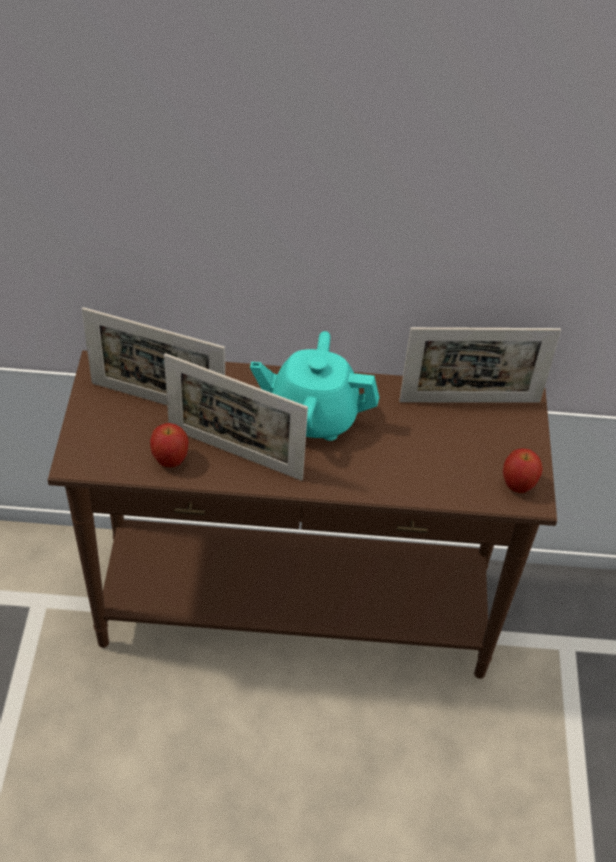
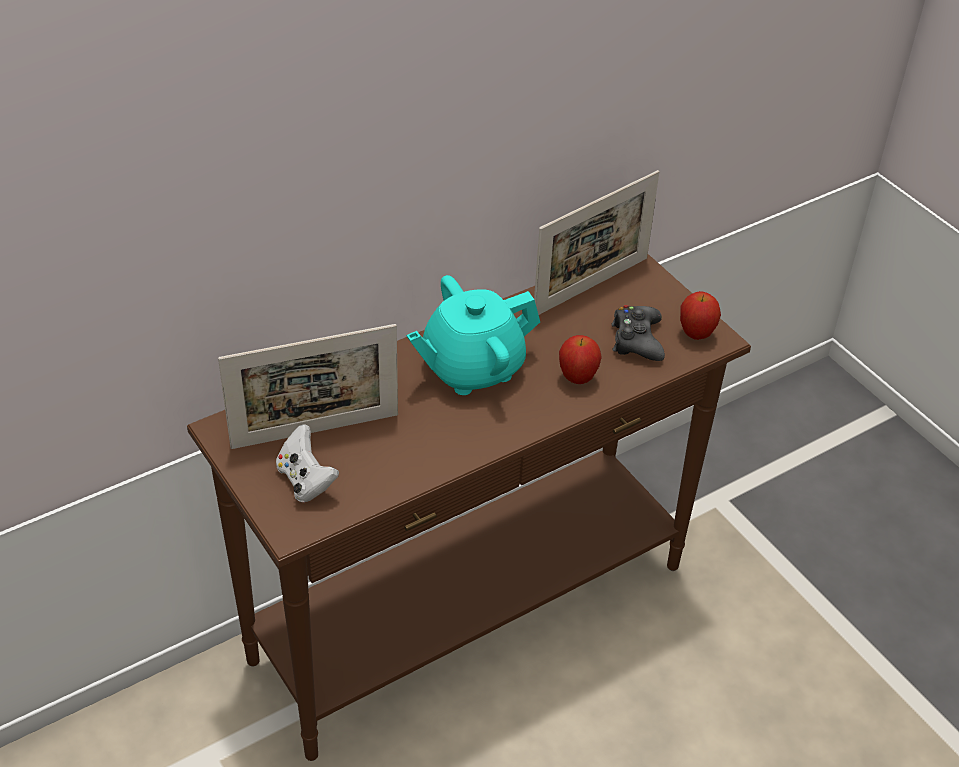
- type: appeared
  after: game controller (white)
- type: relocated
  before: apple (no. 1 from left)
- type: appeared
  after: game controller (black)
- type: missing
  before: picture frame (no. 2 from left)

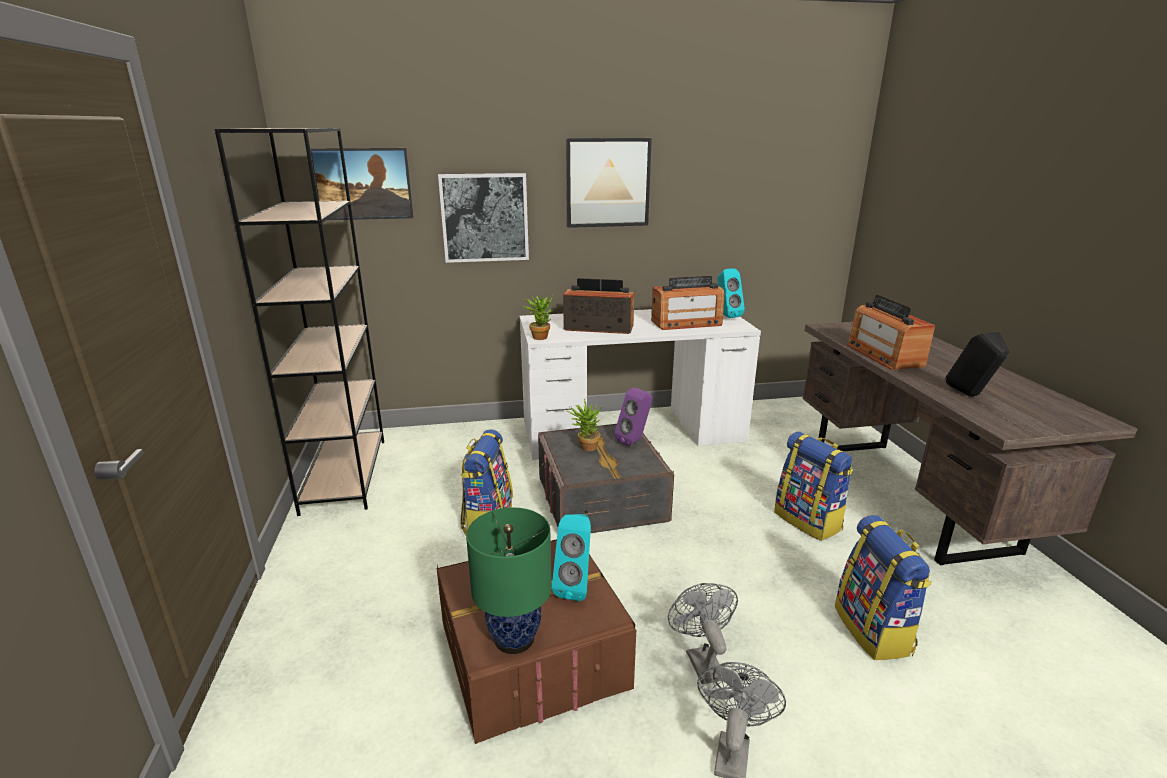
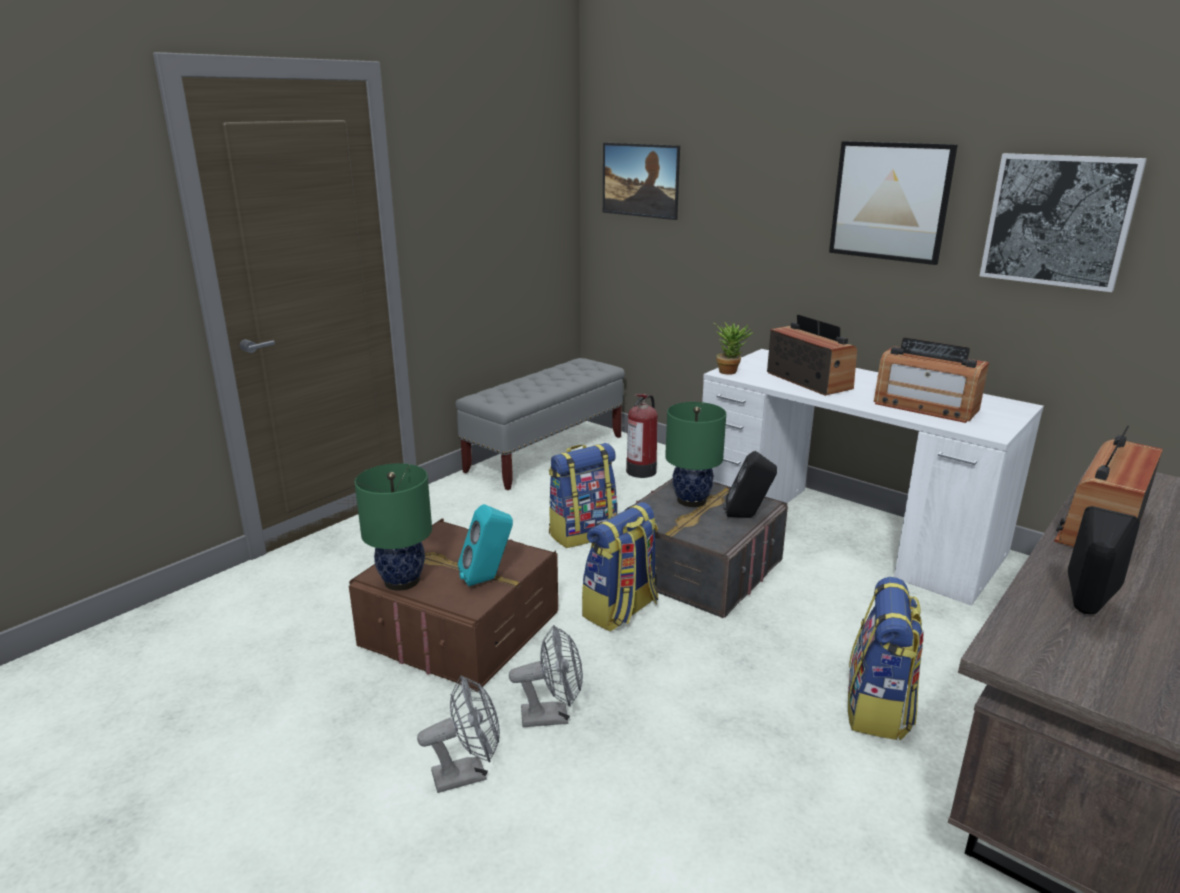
- type: exchanged
  before: bookcase (beige)
  after: bench (grey)
- type: spun
  before: fan (grey) (no. 1 from left in the first image)
  turn: 45
- type: relocated
  before: backpack (no. 3 from left in the first image)
  after: backpack (no. 2 from left)
- type: appeared
  after: fire extinguisher
- type: exchanged
  before: potted plant (no. 2 from left)
  after: table lamp (green) (no. 2 from left)
- type: colour
  before: speaker (purple)
  after: speaker (black) (no. 1 from left)
- type: relocated
  before: picture (no. 2 from left in the first image)
  after: picture (no. 3 from left)
- type: missing
  before: speaker (turquoise) (no. 2 from left)

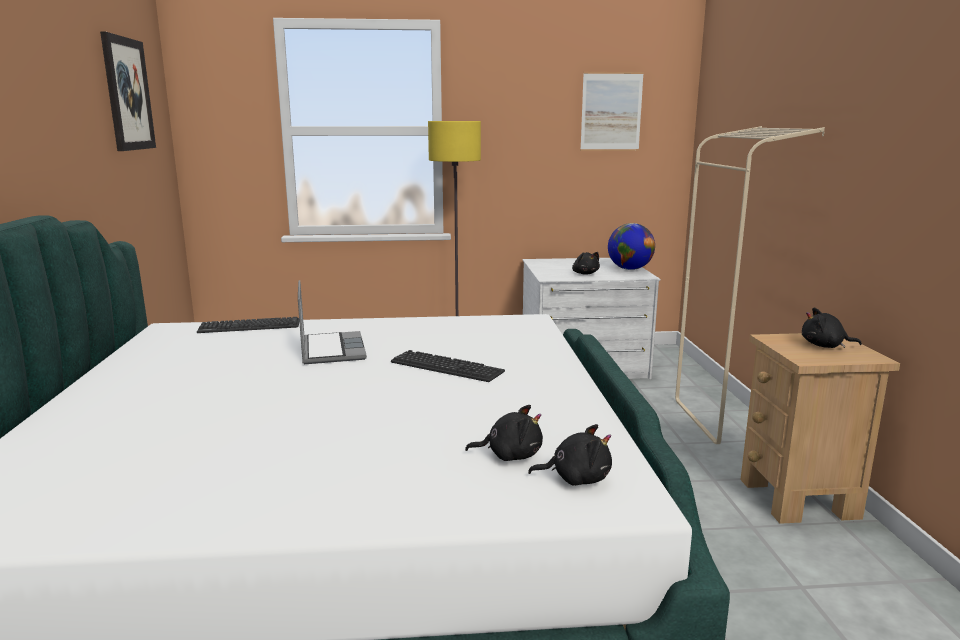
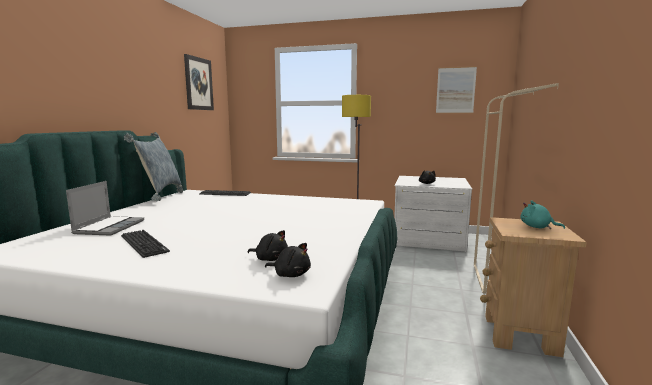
- type: relocated
  before: laptop
- type: relocated
  before: keyboard (no. 2 from left in the first image)
  after: keyboard (no. 1 from left)
- type: appeared
  after: pillow
- type: colour
  before: plush toy (black) (no. 4 from left)
  after: plush toy (turquoise)
- type: missing
  before: globe

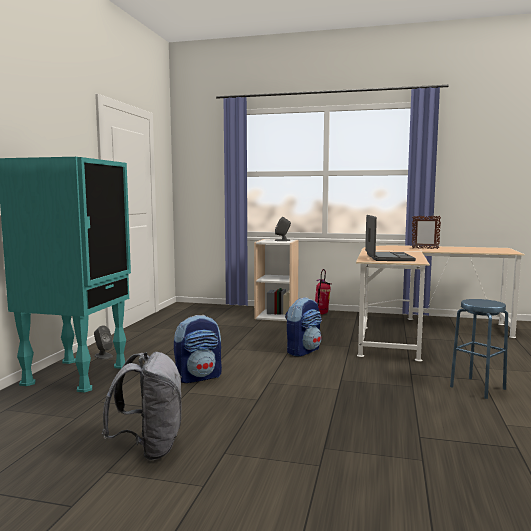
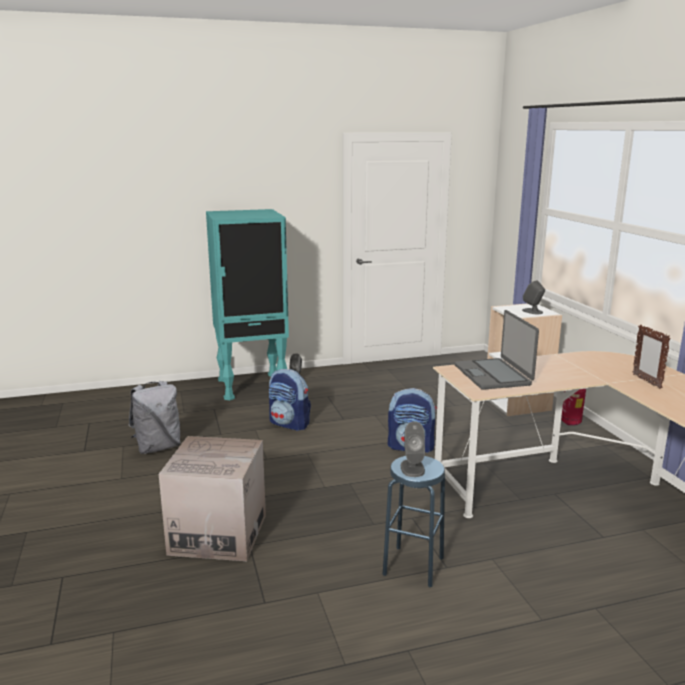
- type: appeared
  after: cardboard box
- type: appeared
  after: speaker (grey) (no. 2 from left)
- type: spun
  before: laptop
  turn: 105

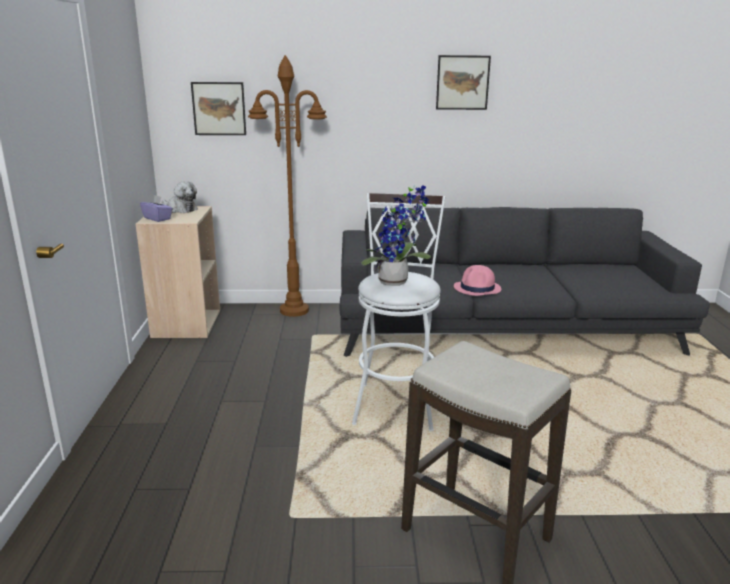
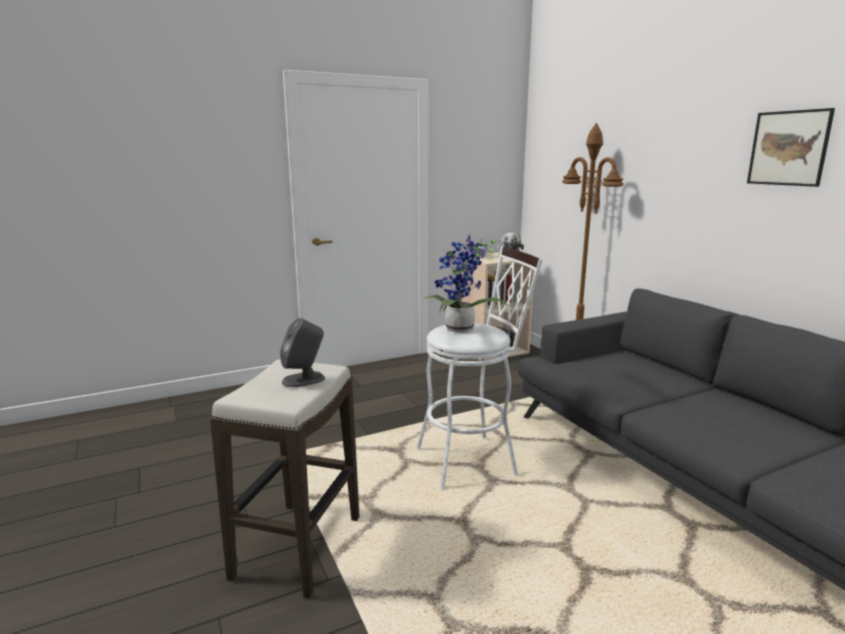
- type: appeared
  after: speaker (grey)
- type: missing
  before: picture (no. 1 from left)
- type: missing
  before: hat (pink)

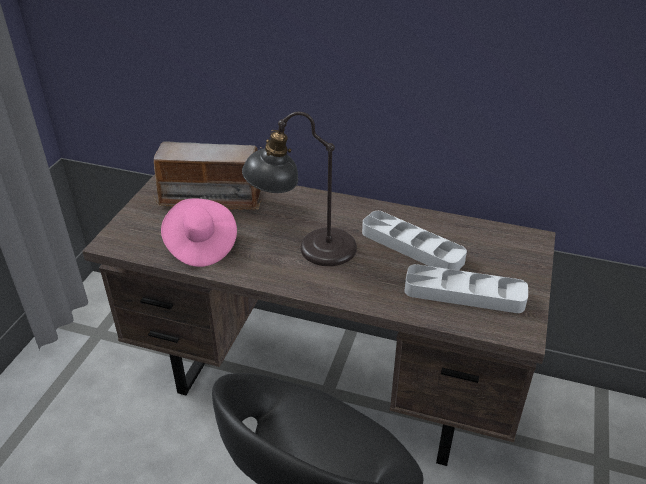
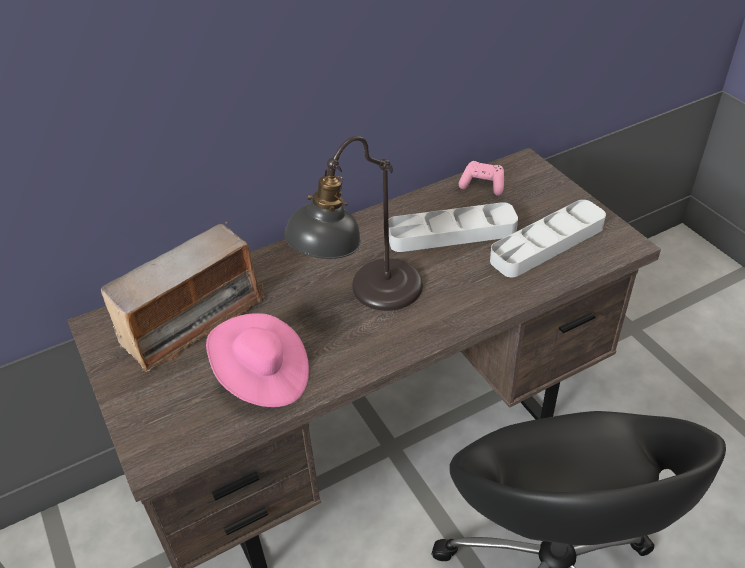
- type: appeared
  after: game controller (pink)

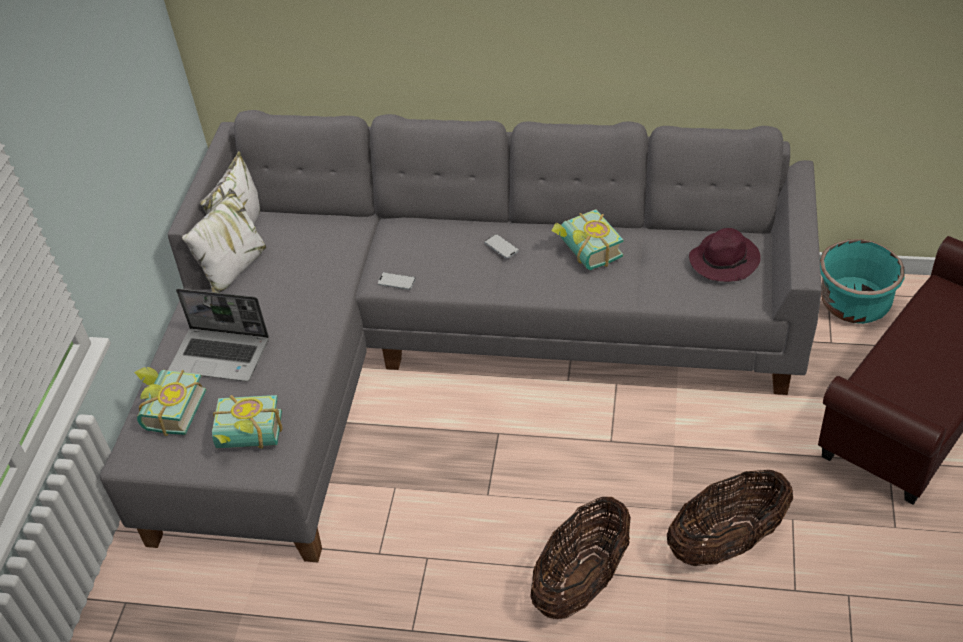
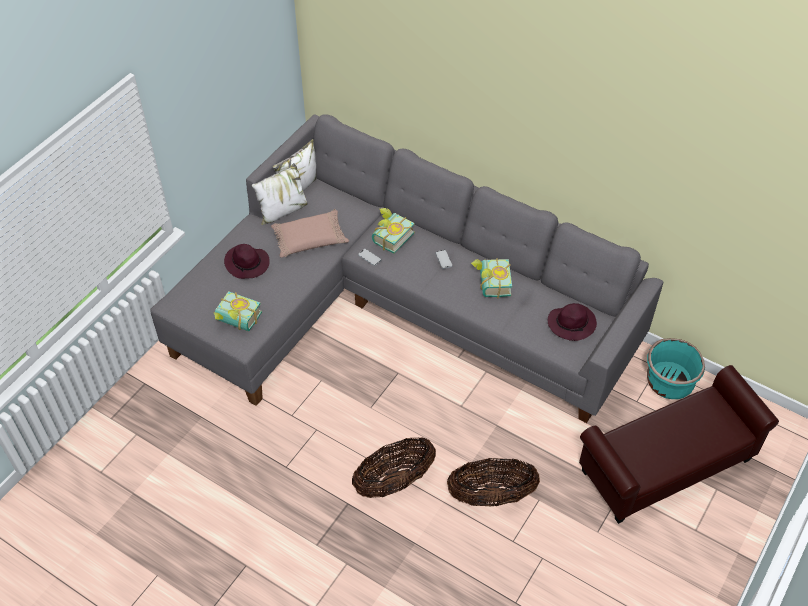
- type: exchanged
  before: laptop
  after: hat (purple) (no. 1 from left)
- type: appeared
  after: pillow (beige)
- type: relocated
  before: book (no. 1 from left in the first image)
  after: book (no. 2 from left)

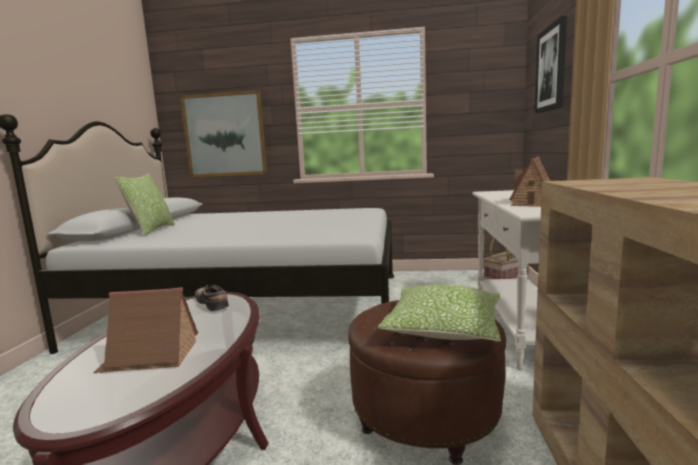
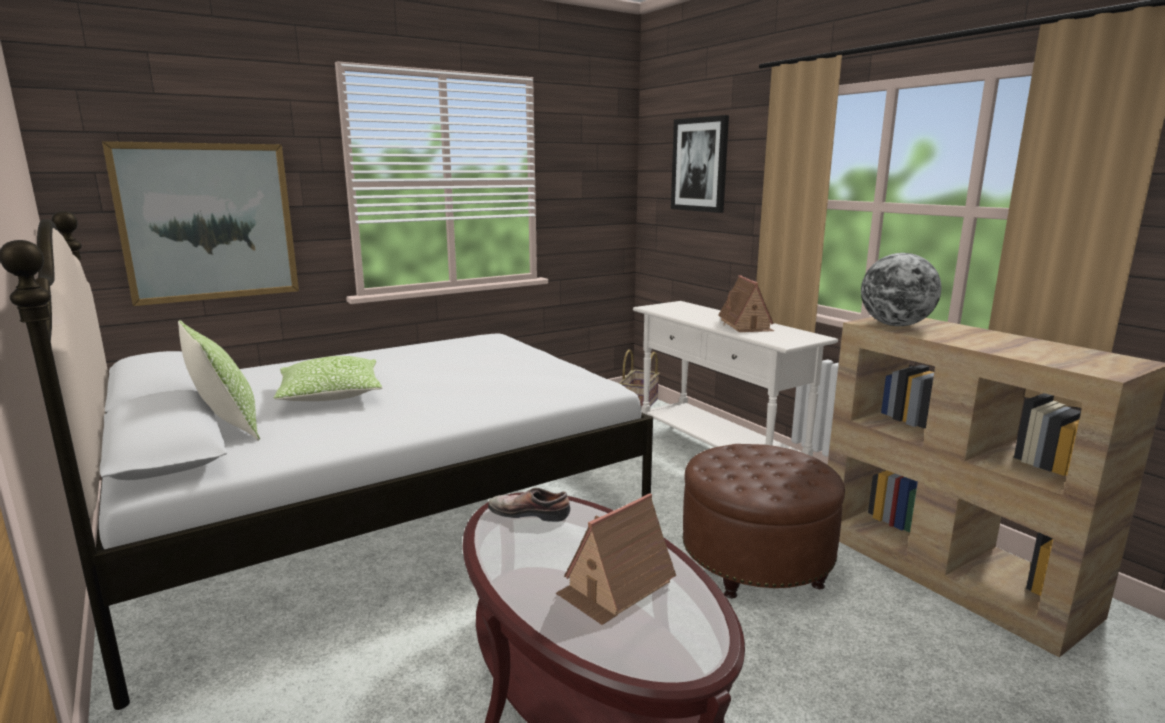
- type: relocated
  before: pillow (no. 2 from left)
- type: appeared
  after: globe

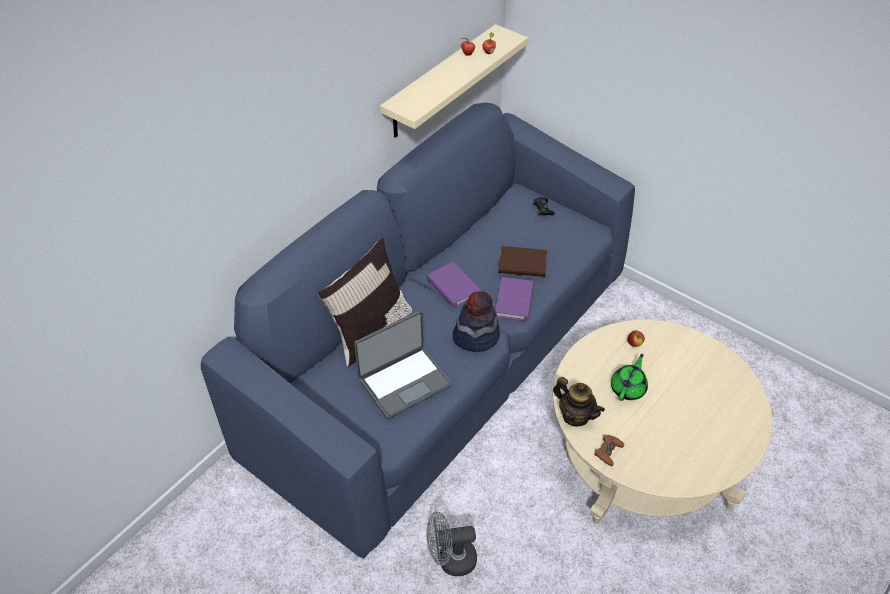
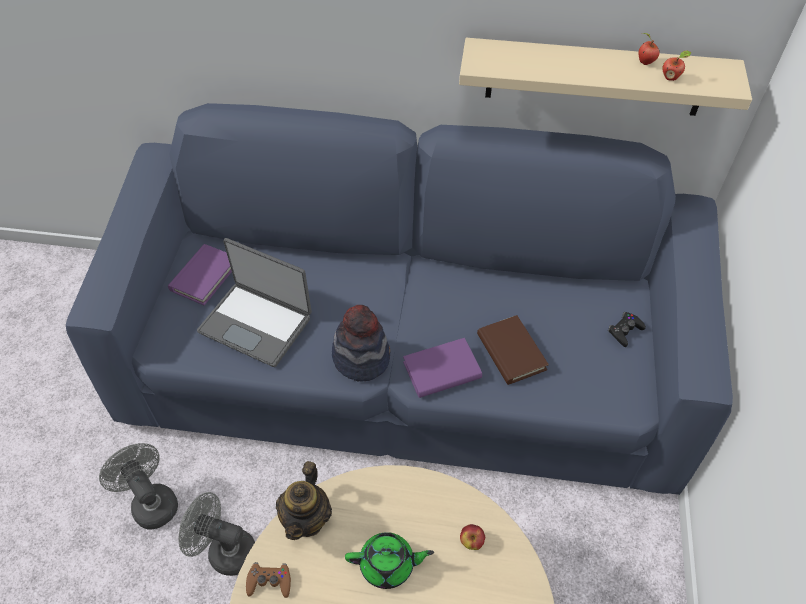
- type: relocated
  before: book (purple) (no. 1 from left)
- type: appeared
  after: fan (grey) (no. 2 from left)
- type: missing
  before: pillow

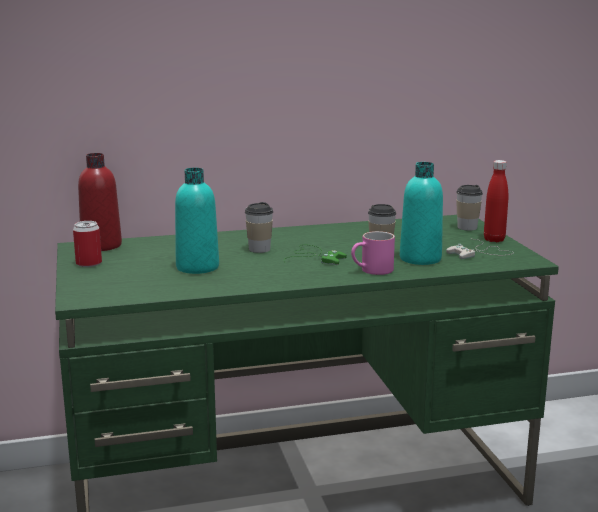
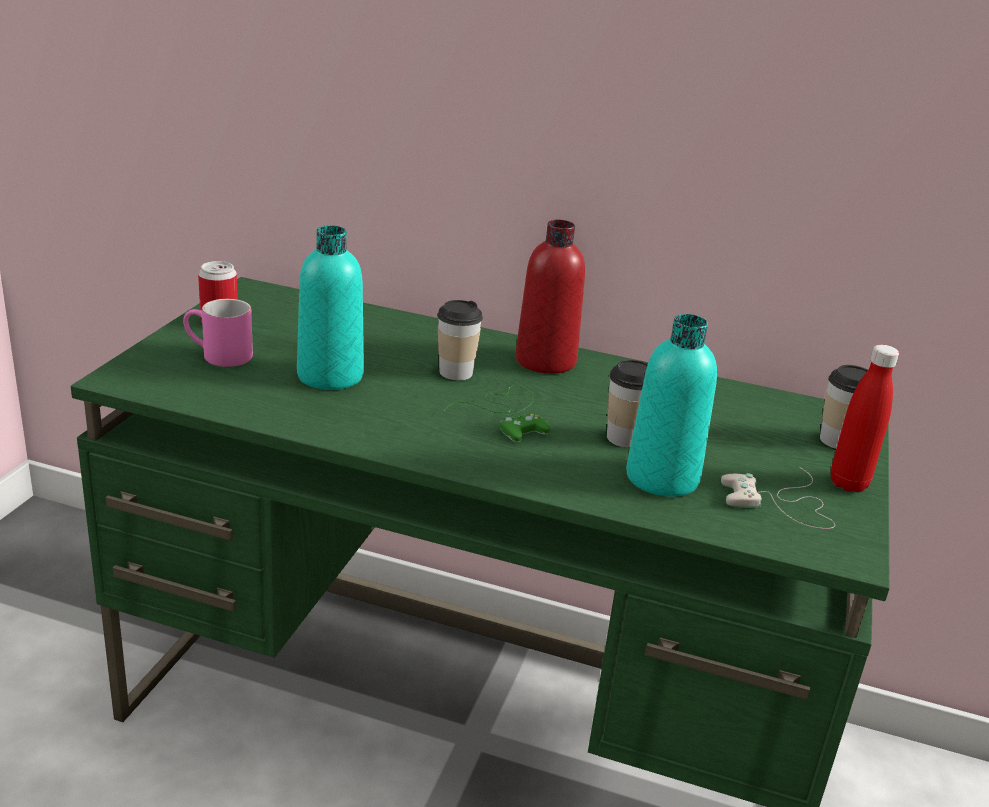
- type: relocated
  before: mug (pink)
- type: relocated
  before: bottle (red) (no. 1 from left)

